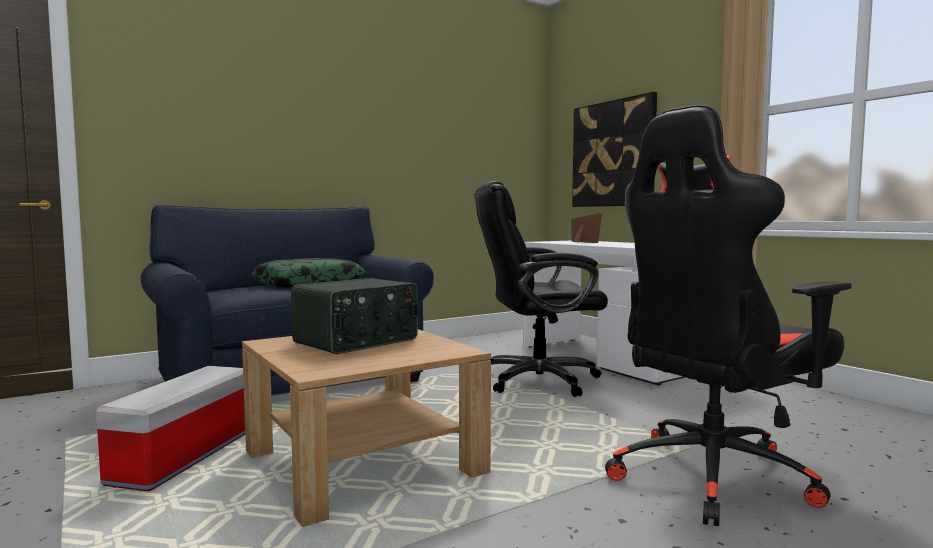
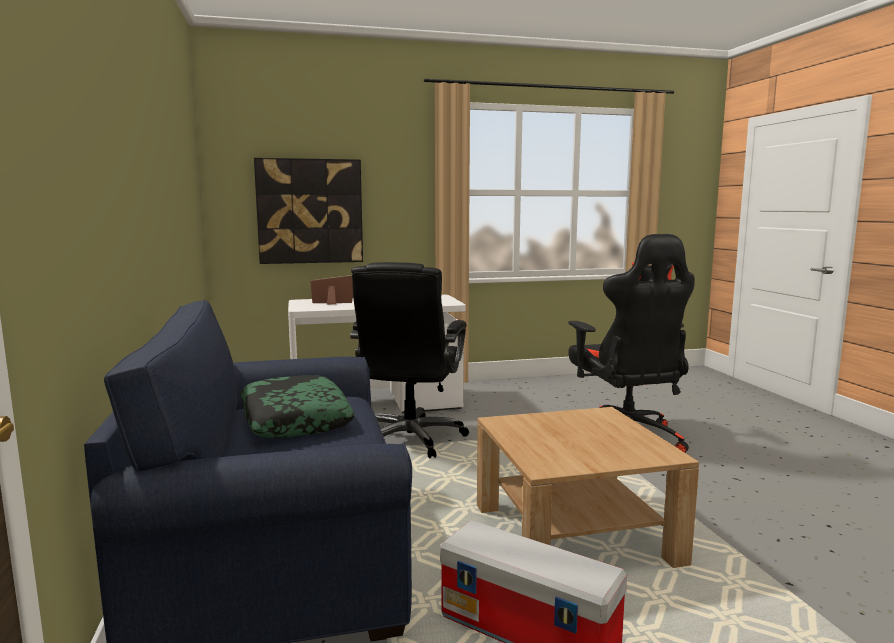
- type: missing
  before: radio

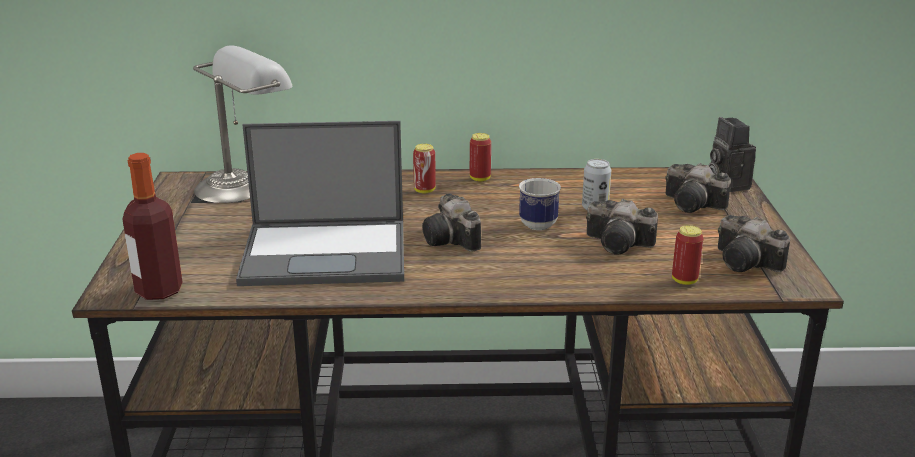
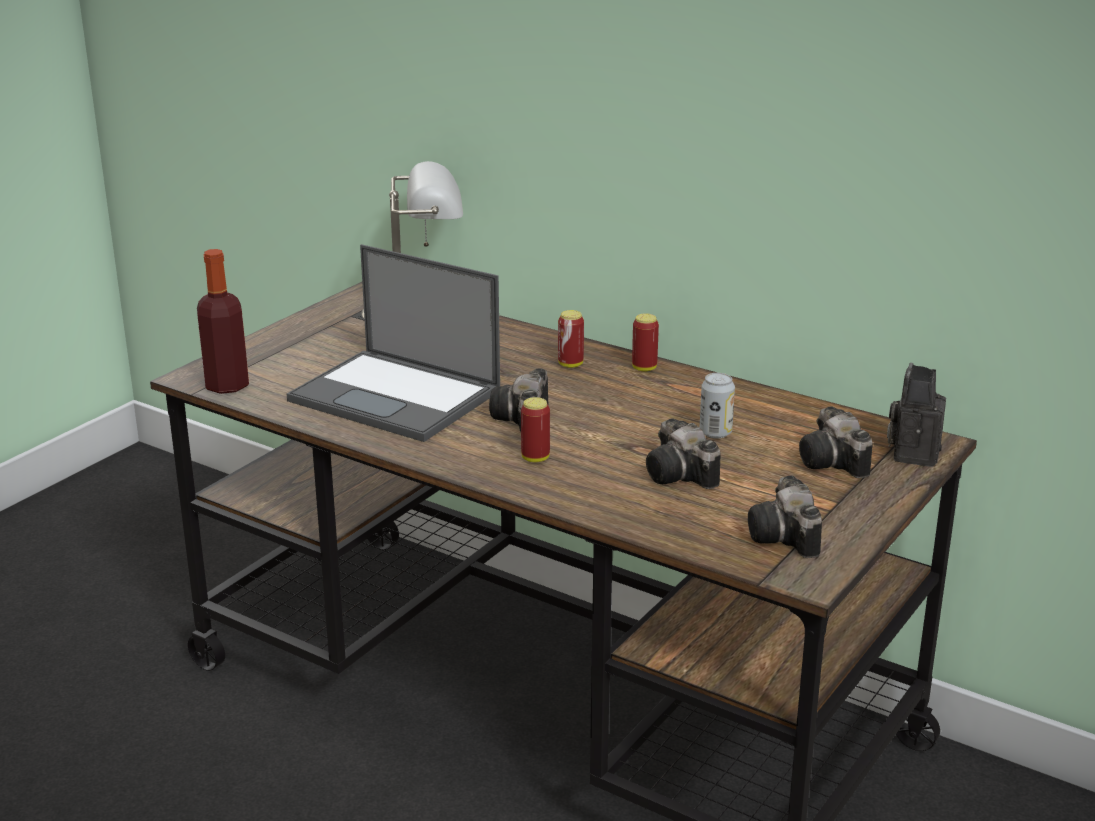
- type: relocated
  before: can (no. 4 from left in the first image)
  after: can (no. 1 from left)
- type: missing
  before: mug

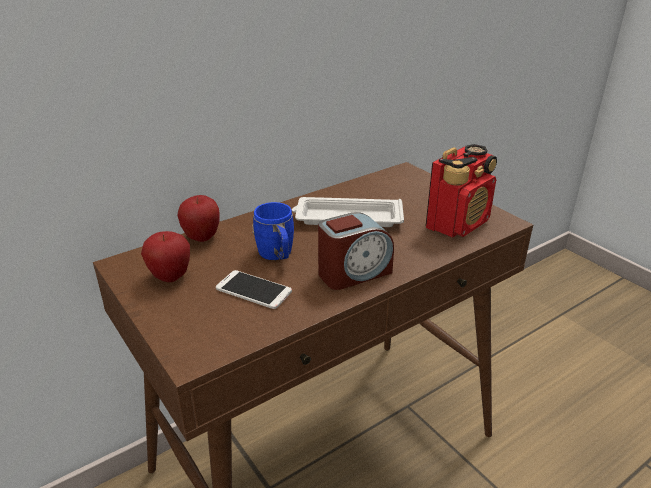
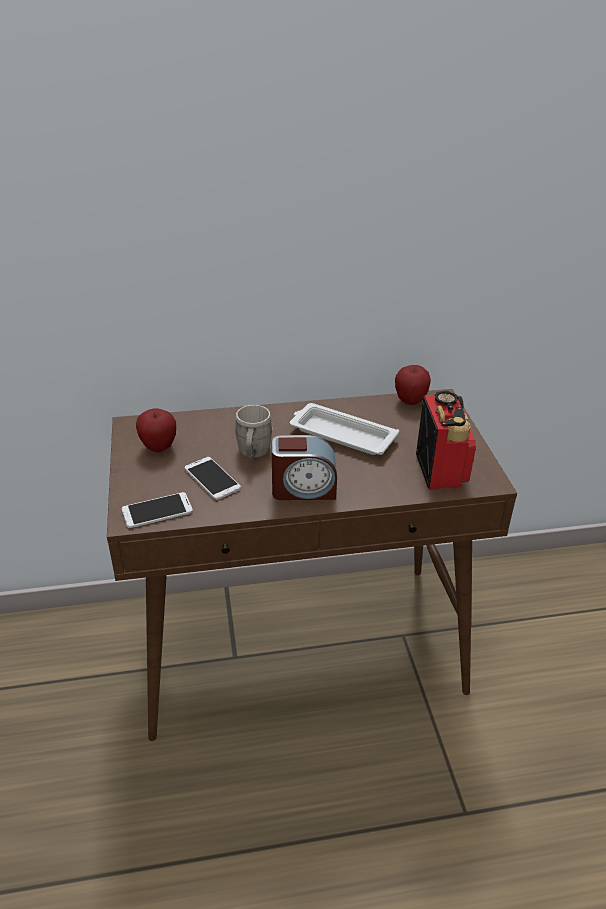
- type: appeared
  after: phone (no. 1 from left)
- type: colour
  before: mug (blue)
  after: mug (grey)
- type: relocated
  before: apple (no. 2 from left)
- type: spun
  before: radio
  turn: -75

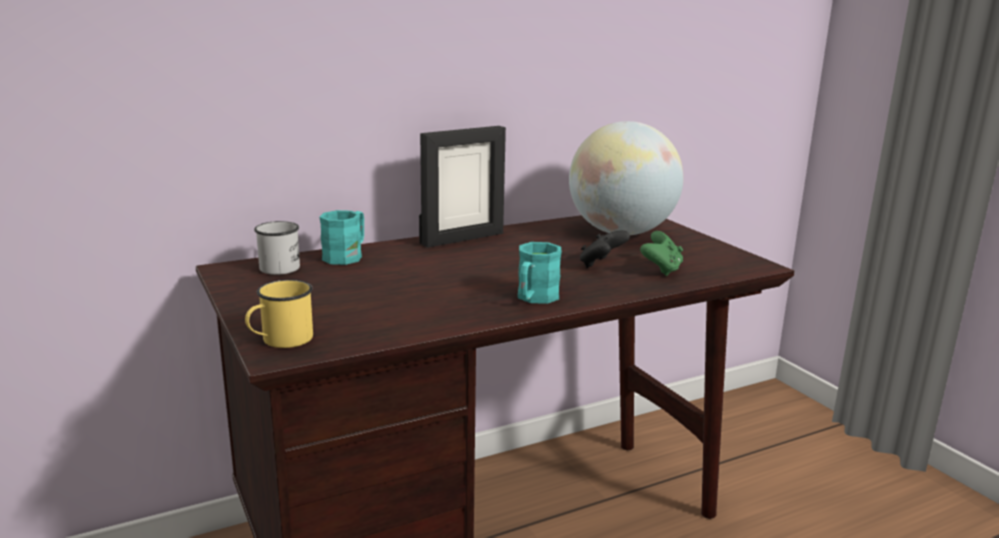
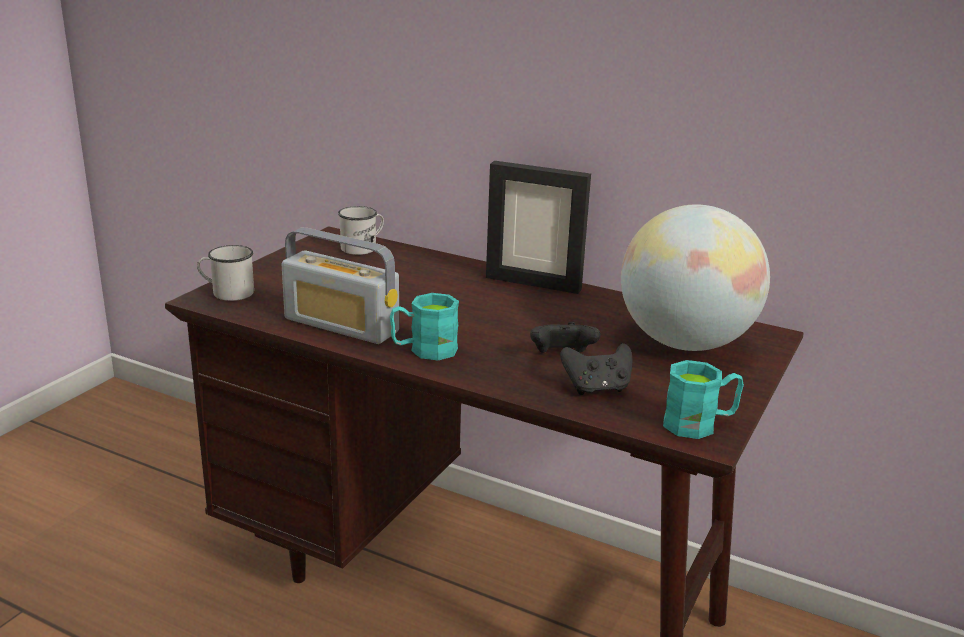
- type: colour
  before: mug (yellow)
  after: mug (white) (no. 1 from left)
- type: appeared
  after: radio
- type: colour
  before: game controller (green)
  after: game controller (black) (no. 2 from left)
- type: relocated
  before: mug (turquoise) (no. 1 from left in the first image)
  after: mug (turquoise) (no. 2 from left)

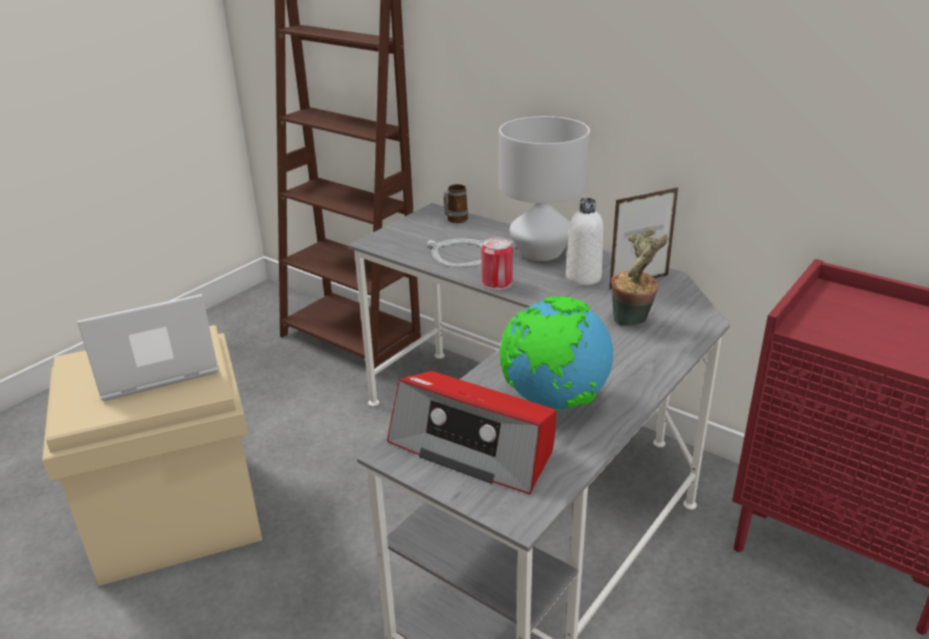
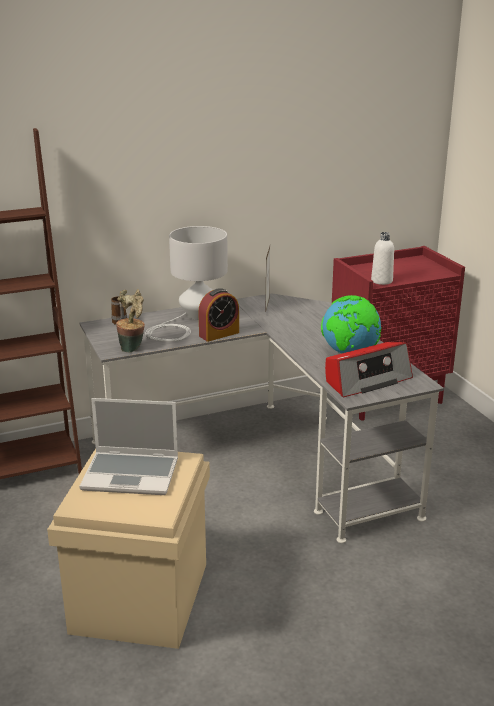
- type: spun
  before: laptop
  turn: -90
- type: relocated
  before: potted plant
- type: exchanged
  before: can
  after: alarm clock
- type: relocated
  before: bottle (white)

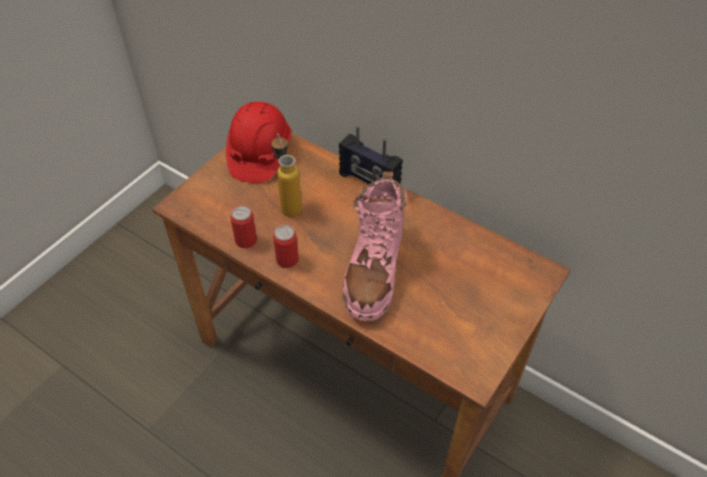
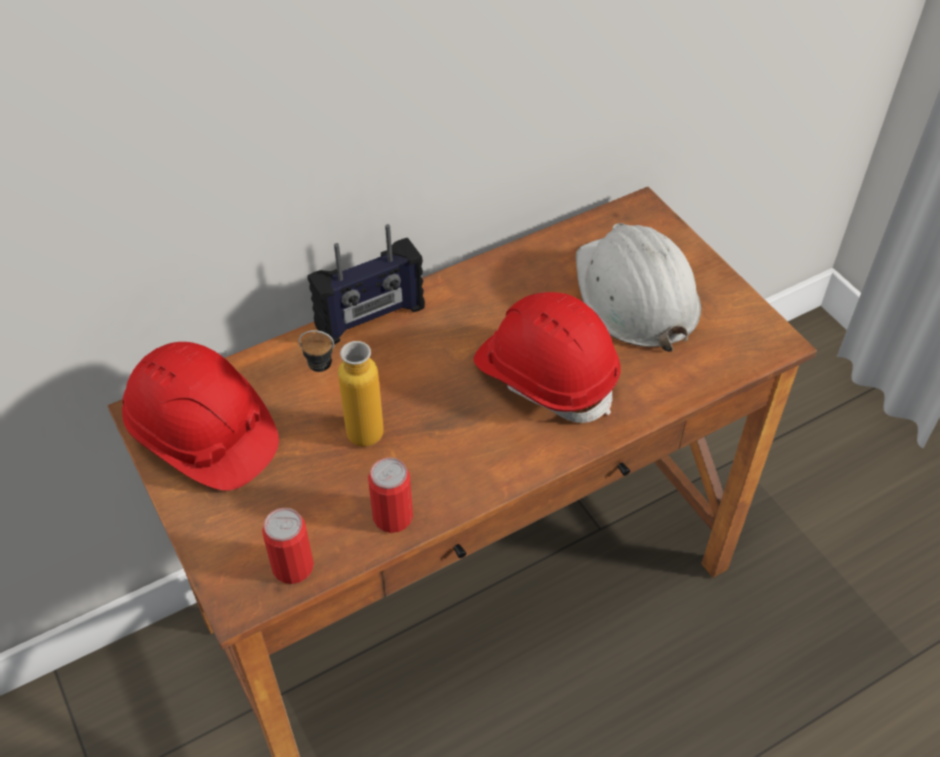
- type: relocated
  before: can (no. 2 from left in the first image)
  after: can (no. 1 from left)
- type: exchanged
  before: boot (pink)
  after: hard hat (red) (no. 2 from left)
- type: appeared
  after: hard hat (white)

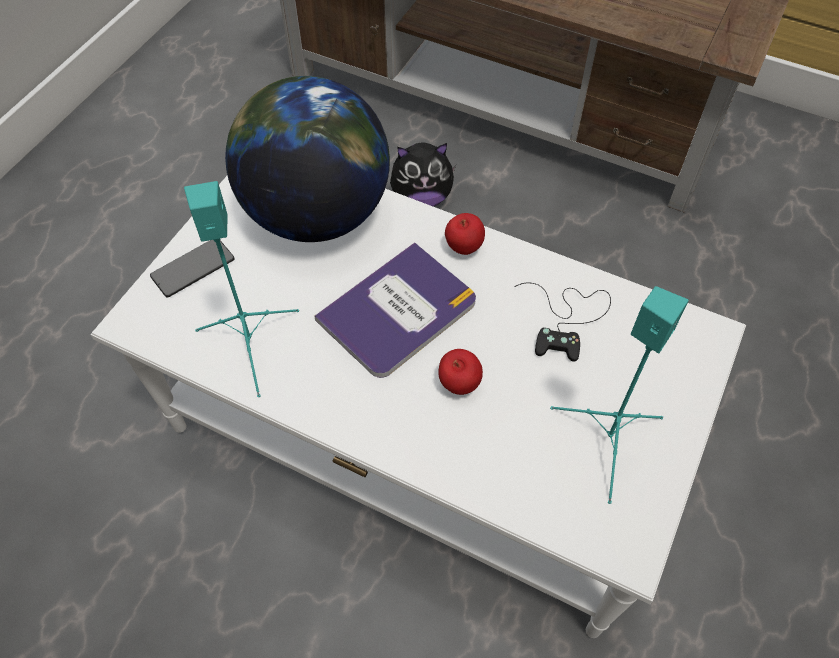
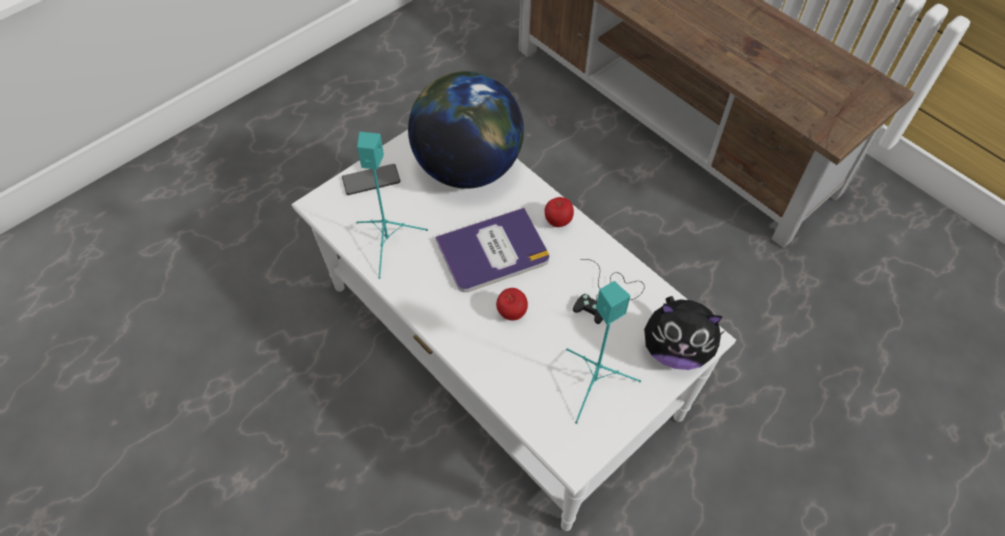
- type: relocated
  before: plush toy

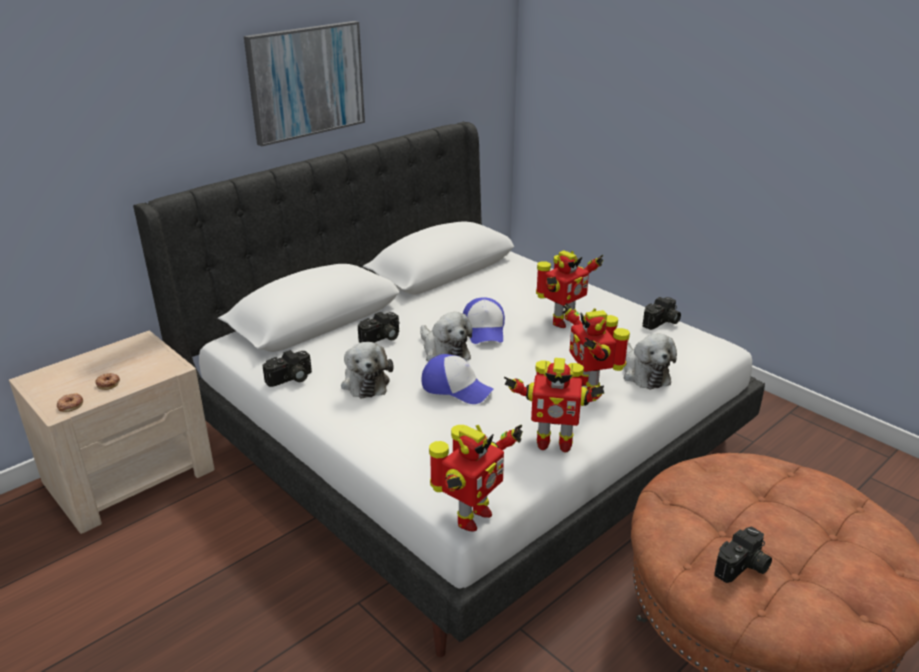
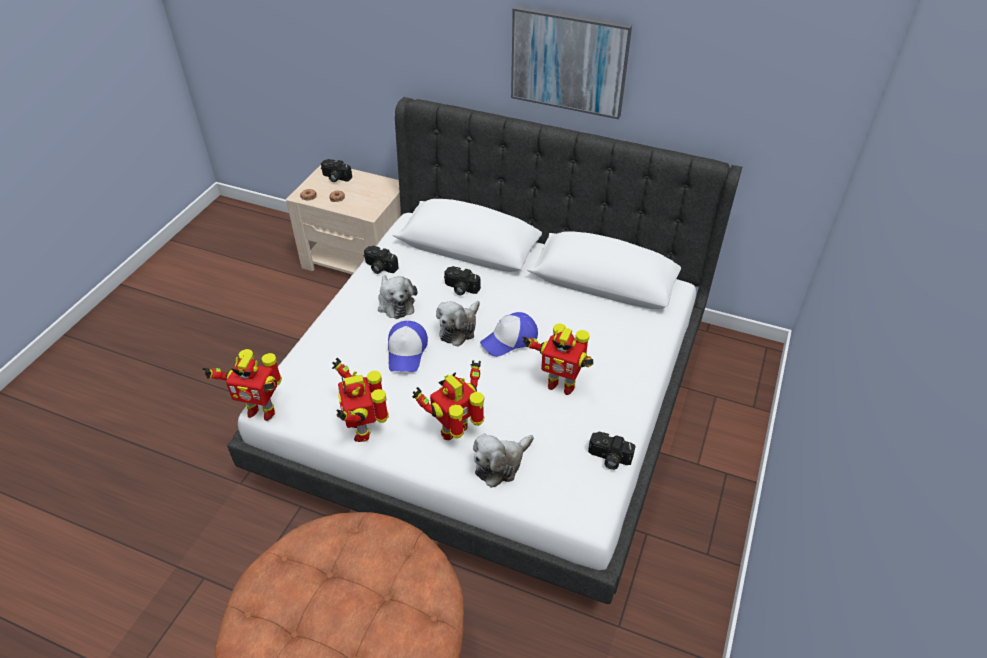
- type: relocated
  before: photo camera (no. 4 from left in the first image)
  after: photo camera (no. 1 from left)
- type: spun
  before: plush toy (no. 1 from left)
  turn: -75

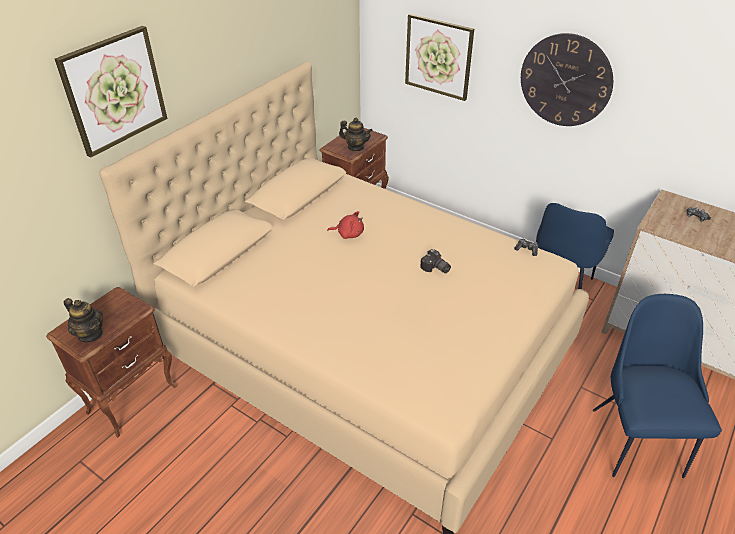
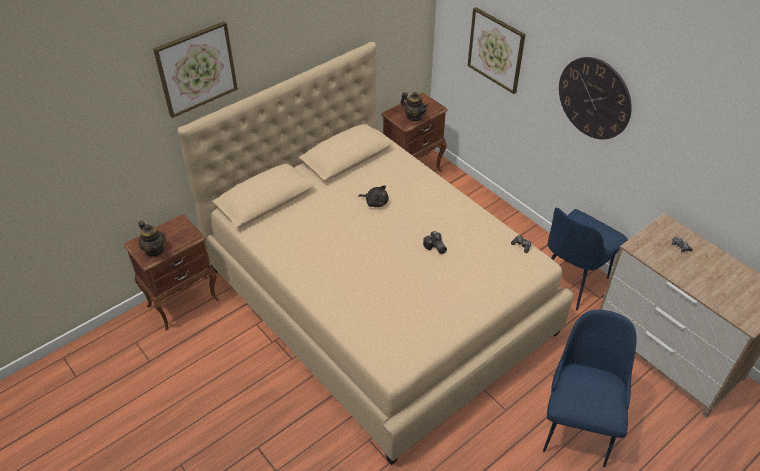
- type: colour
  before: plush toy (red)
  after: plush toy (black)

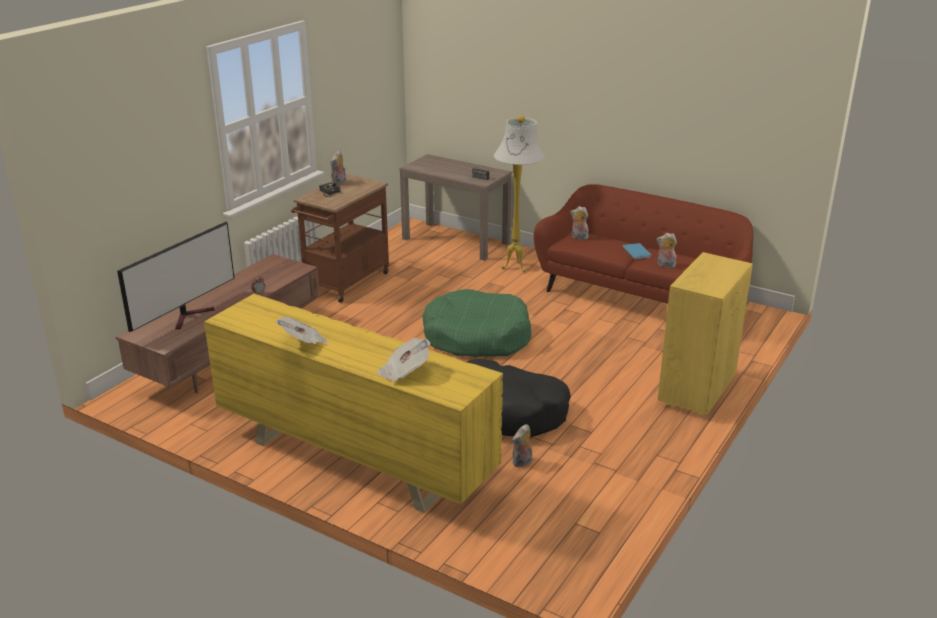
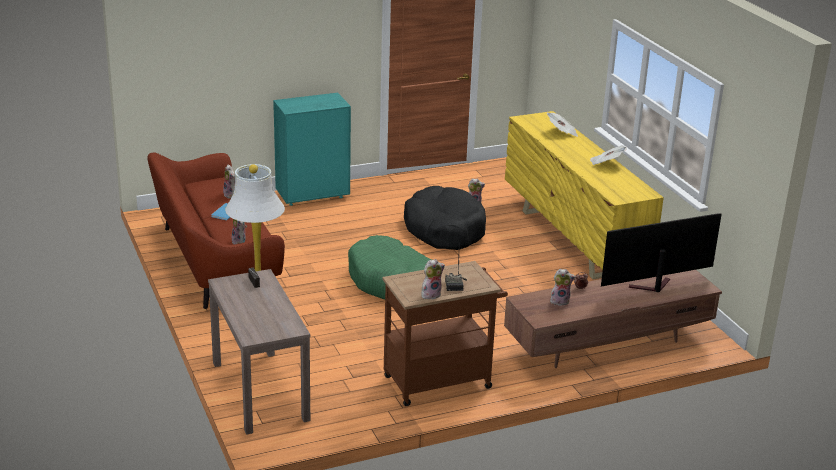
- type: colour
  before: cabinet (yellow) (no. 2 from left)
  after: cabinet (turquoise)
- type: appeared
  after: plush toy (no. 5 from left)

